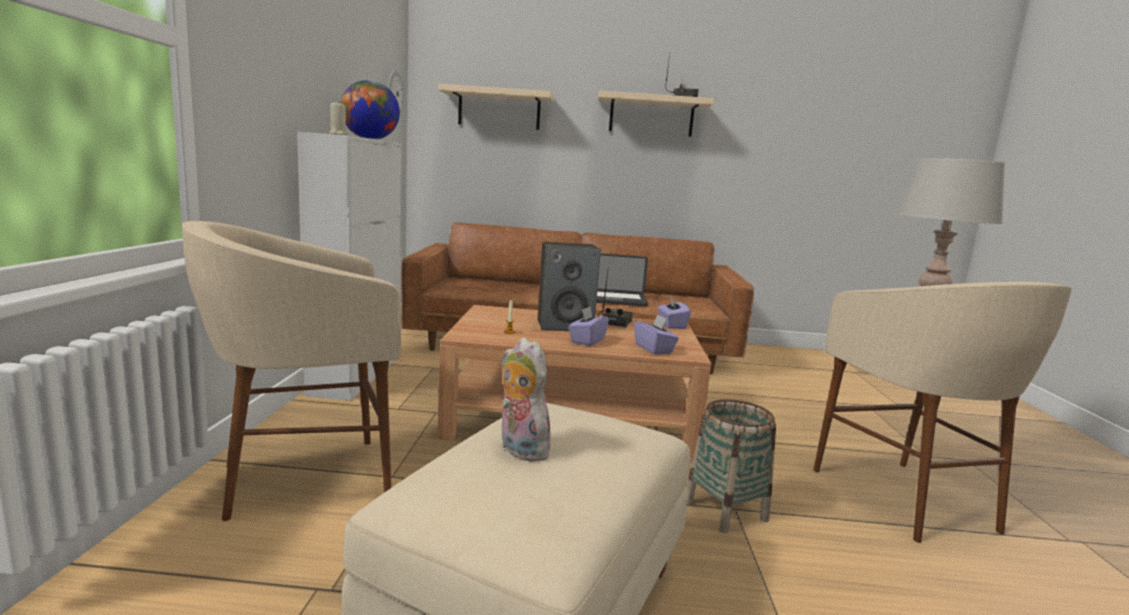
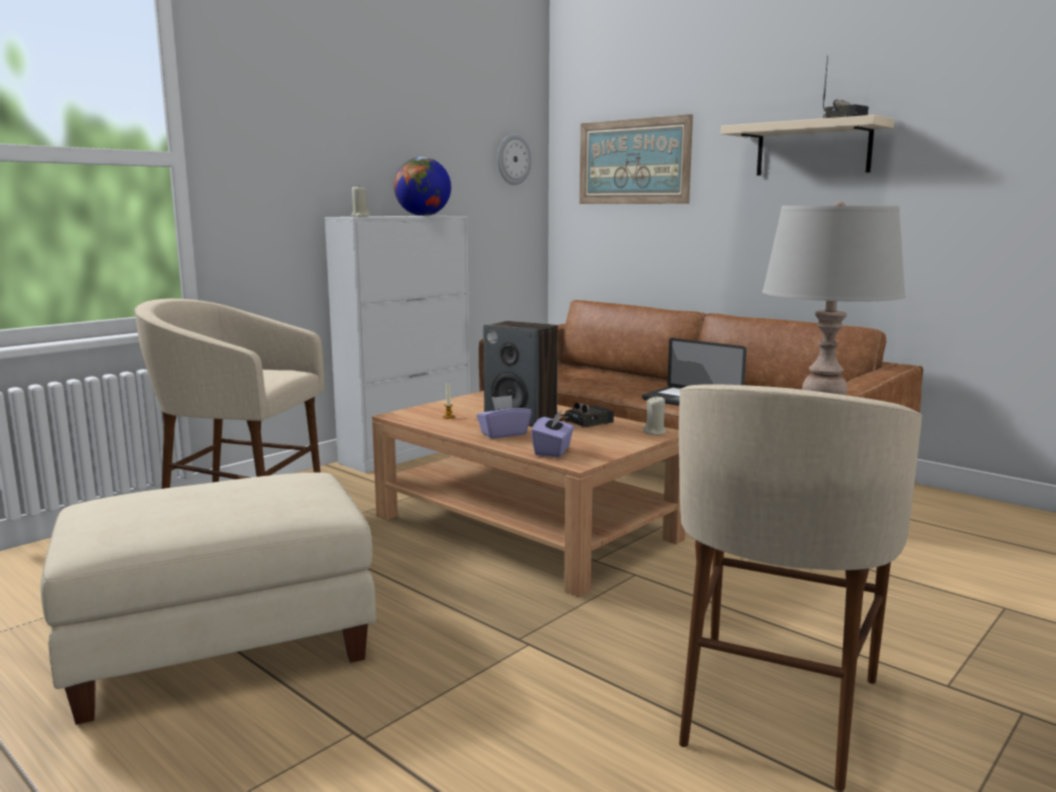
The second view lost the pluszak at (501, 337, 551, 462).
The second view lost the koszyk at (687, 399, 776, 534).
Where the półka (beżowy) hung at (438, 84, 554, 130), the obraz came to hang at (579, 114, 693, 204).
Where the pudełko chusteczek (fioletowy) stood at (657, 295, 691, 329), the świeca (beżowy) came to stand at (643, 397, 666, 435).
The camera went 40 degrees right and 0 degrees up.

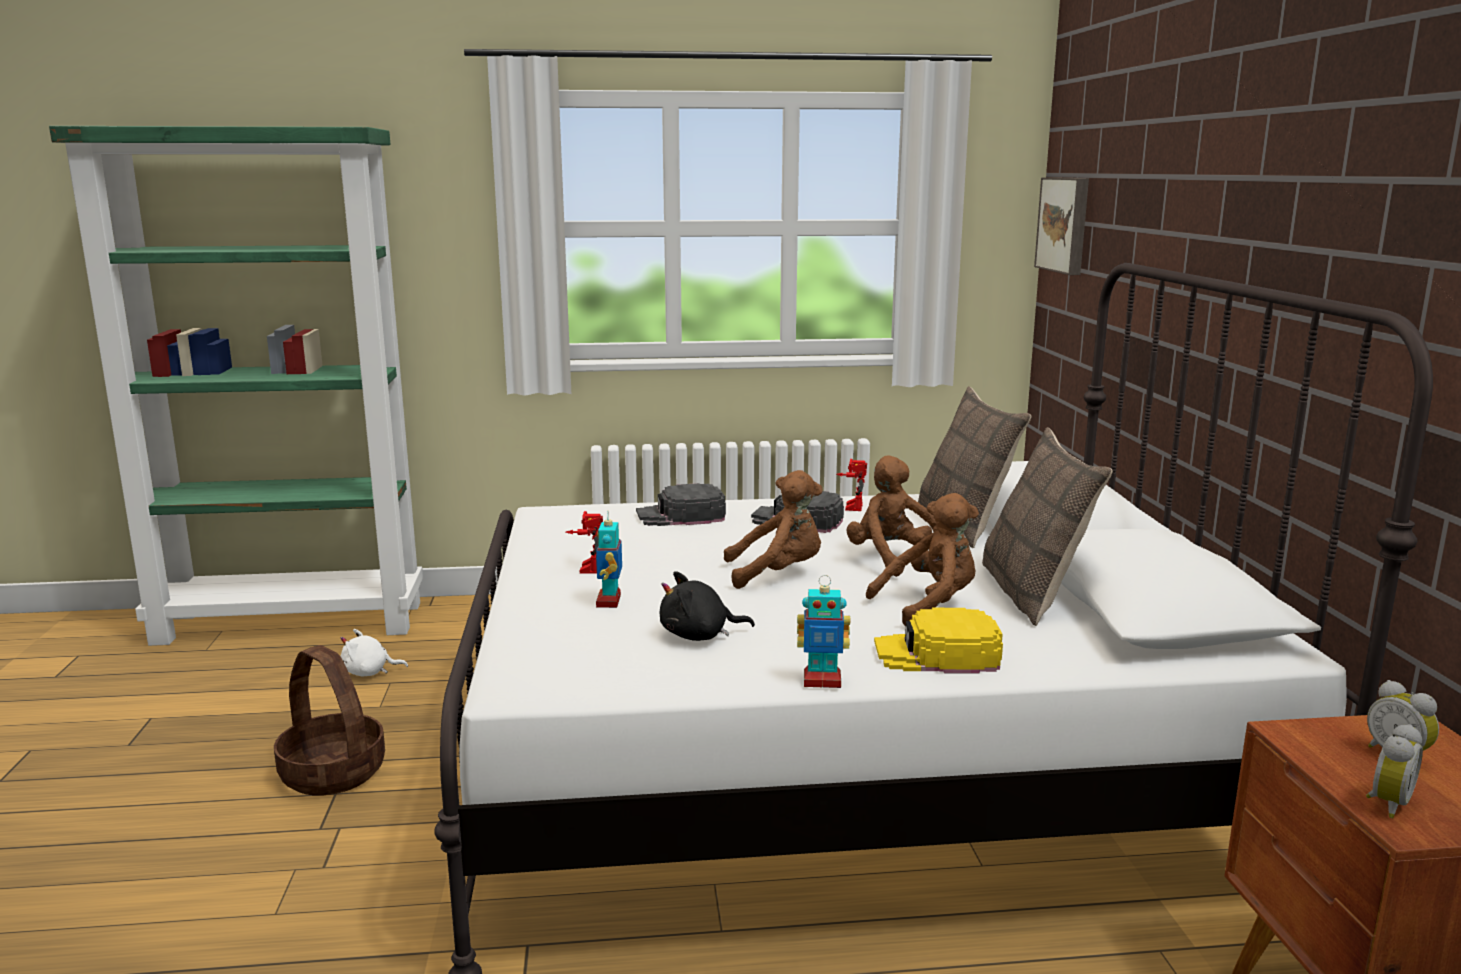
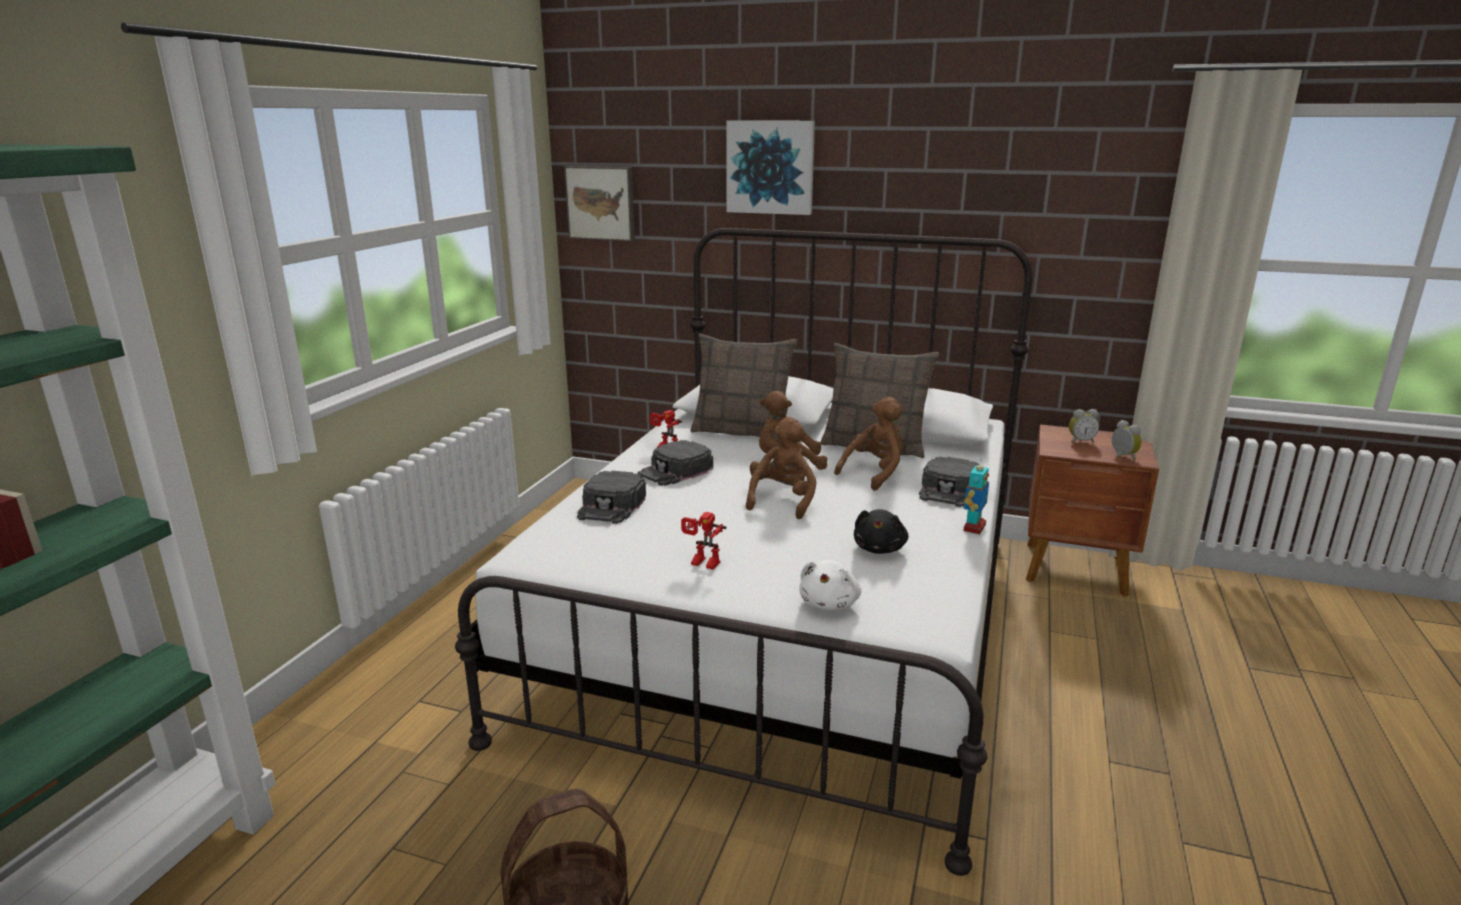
The second view lost the robot zabawkowy at (596, 511, 622, 608).
The second view gained the obraz at (726, 121, 815, 215).
The pluszak (biały) ended up elsewhere, having gone from (340, 629, 408, 676) to (799, 560, 861, 611).
What was the czapka z daszkiem (żółty) at (874, 608, 1003, 674) turned into the czapka z daszkiem (czarny) at (919, 456, 979, 507).
The pluszak (brązowy) at (866, 493, 979, 627) ended up facing another way, 45 degrees clockwise from before.
The camera went 65 degrees left and 5 degrees up.

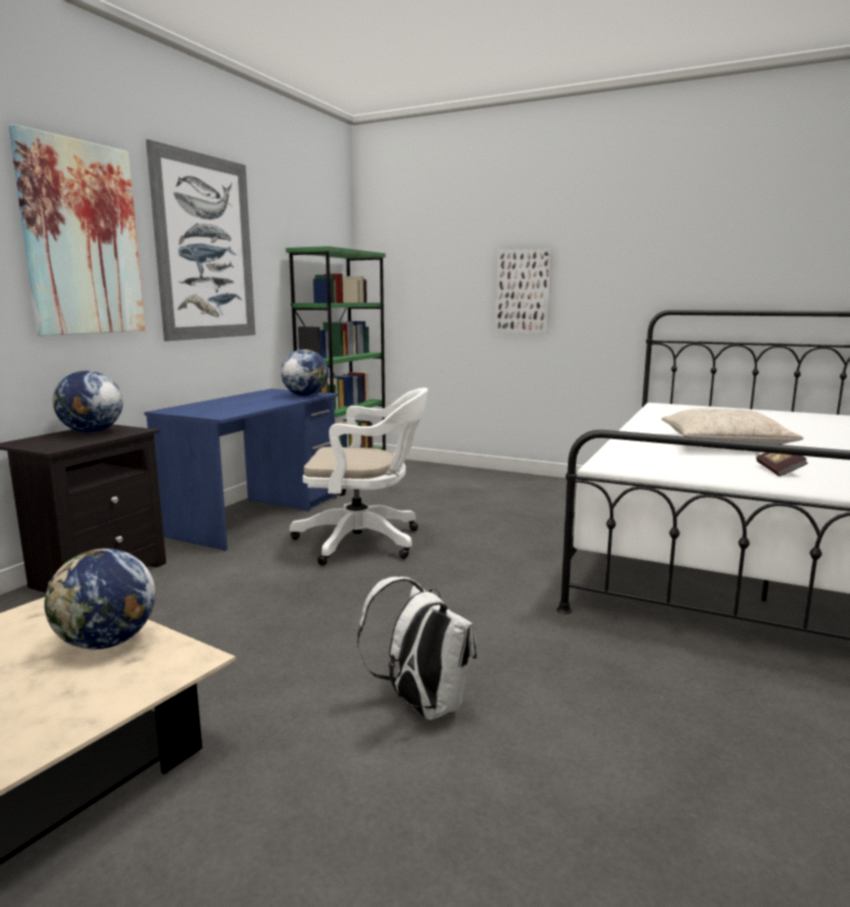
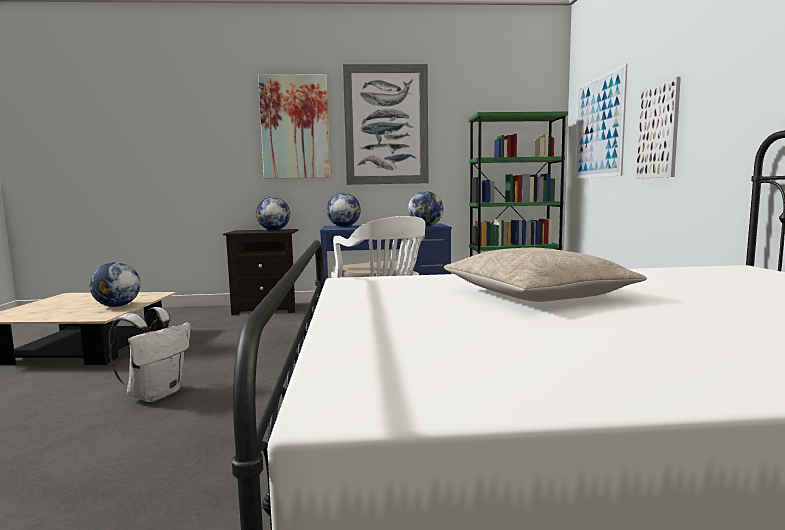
The second view lost the książka at (756, 452, 808, 476).
The second view gained the globus at (327, 193, 361, 227).
The second view gained the obraz at (575, 63, 627, 179).
The camera went 60 degrees right and 5 degrees down.

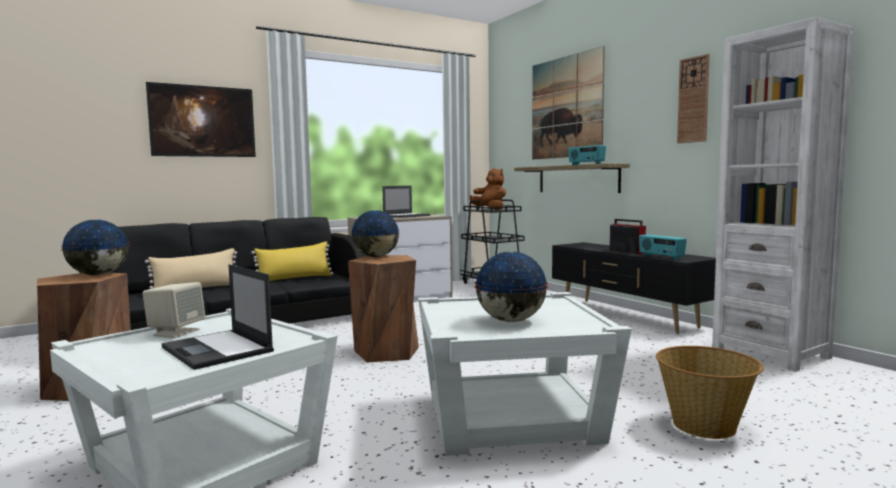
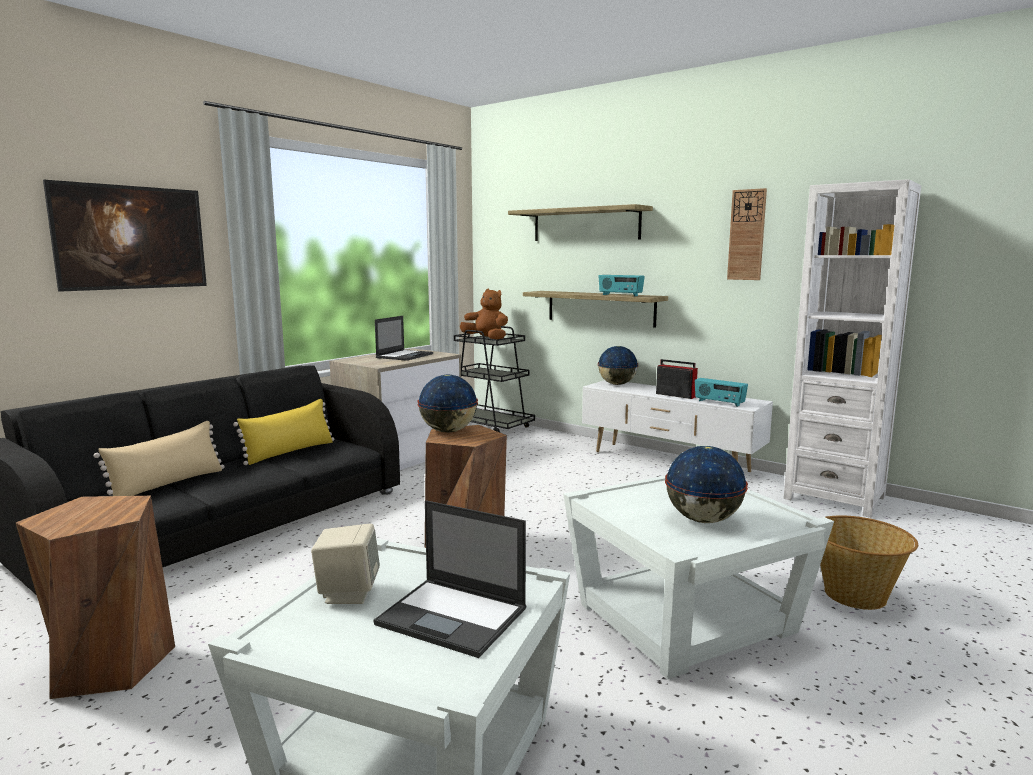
The globus ended up elsewhere, having gone from (61, 220, 130, 275) to (598, 346, 638, 385).
Where the obraz hung at (532, 46, 605, 159), the półka came to hang at (508, 204, 653, 241).
What was the szafka pod telewizor (czarny) at (552, 242, 716, 334) turned into the szafka pod telewizor (biały) at (582, 380, 773, 472).
The camera went 20 degrees left and 5 degrees up.

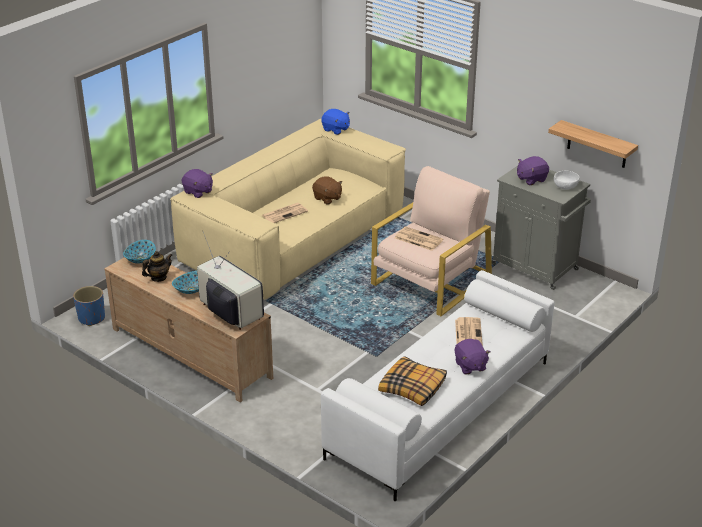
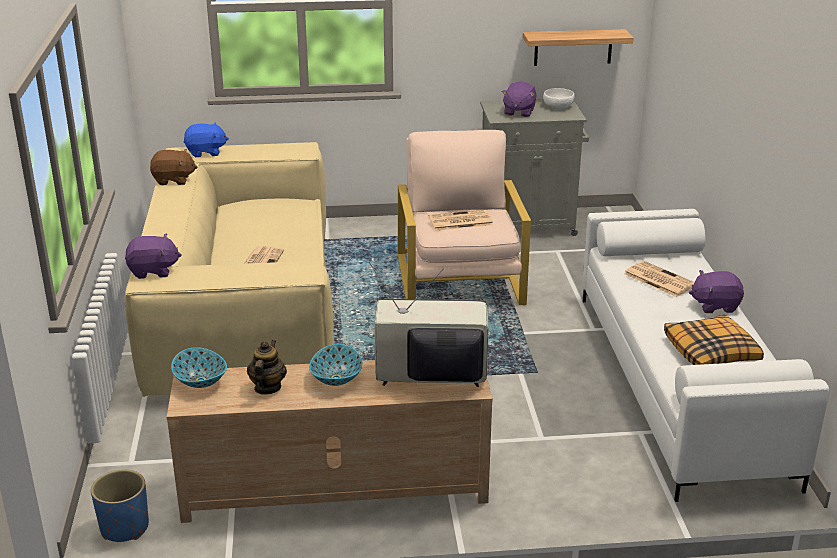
The pluszak (brązowy) ended up elsewhere, having gone from (312, 176, 342, 204) to (150, 149, 197, 185).
The pluszak (fioletowy) at (455, 339, 490, 375) ended up facing another way, 150 degrees clockwise from before.
The camera went 45 degrees left and 5 degrees down.

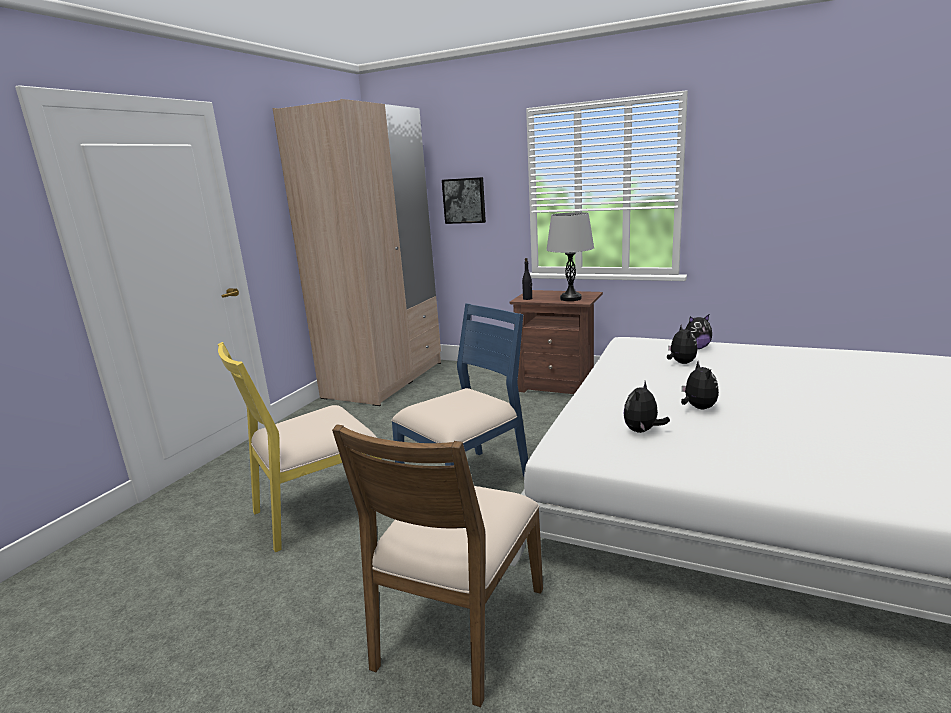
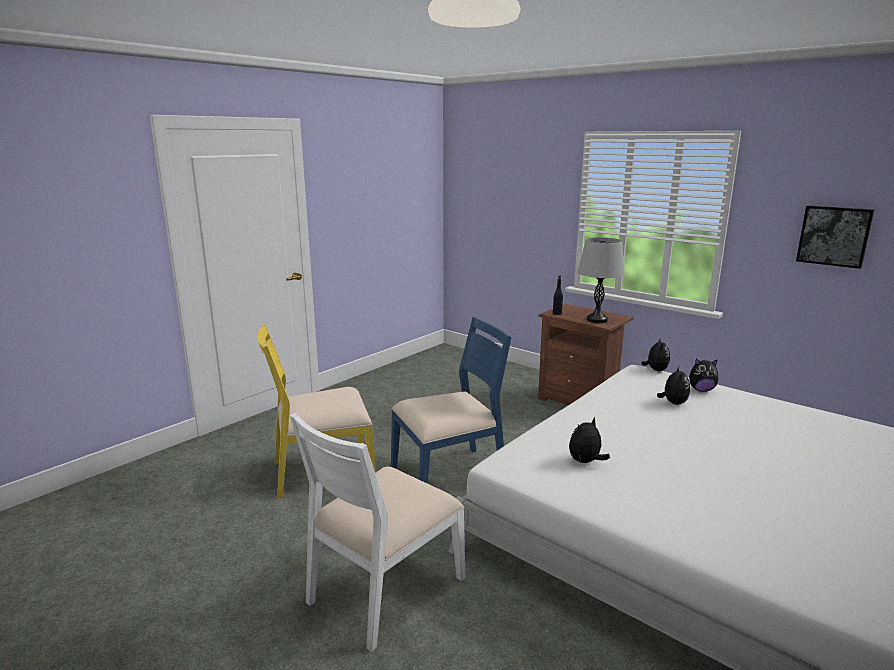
The second view lost the szafa (beżowy) at (272, 99, 441, 406).
The obraz ended up elsewhere, having gone from (442, 177, 486, 224) to (796, 205, 874, 269).
The pluszak ended up elsewhere, having gone from (681, 362, 719, 409) to (642, 338, 670, 371).
What was the krzesło (brązowy) at (332, 425, 543, 708) turned into the krzesło (biały) at (290, 412, 465, 652).
The camera went 15 degrees right and 0 degrees up.

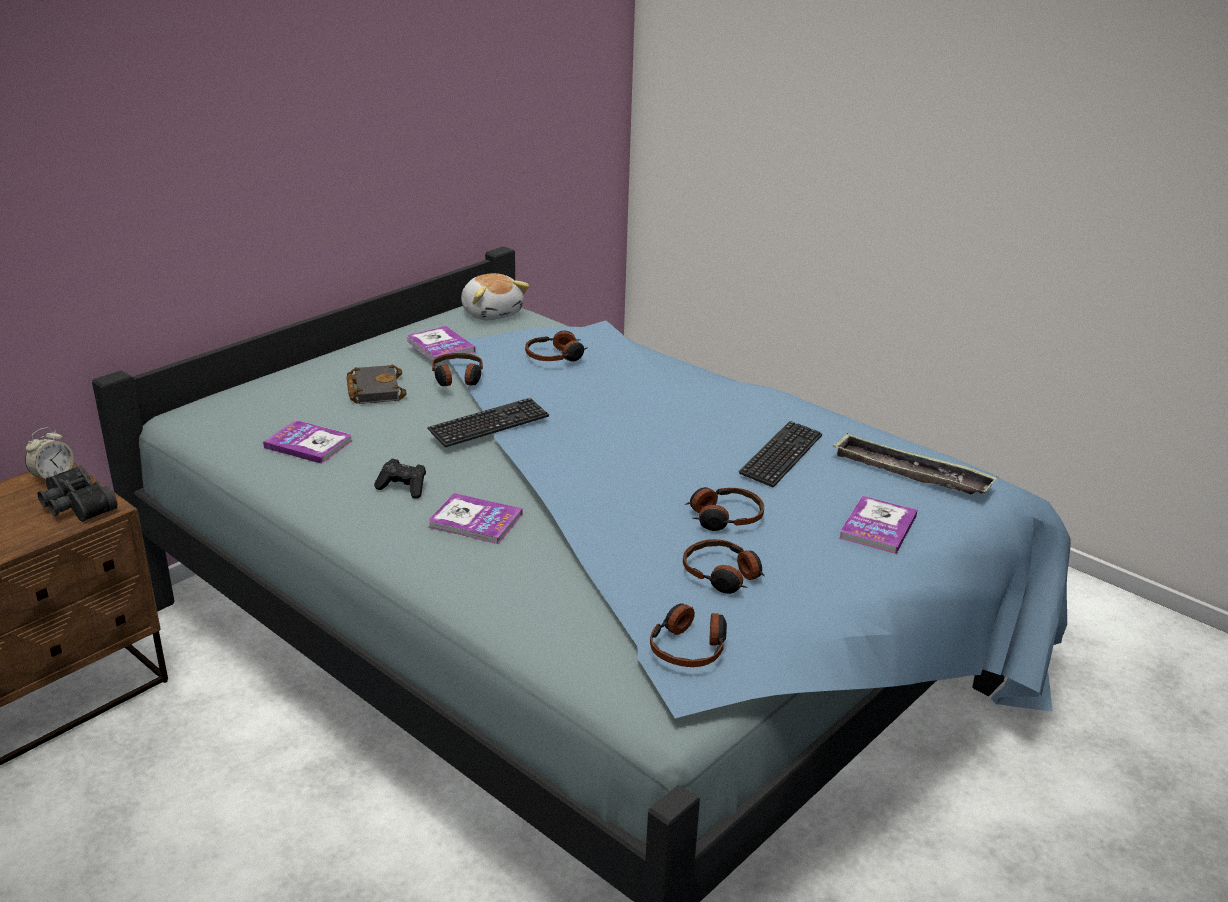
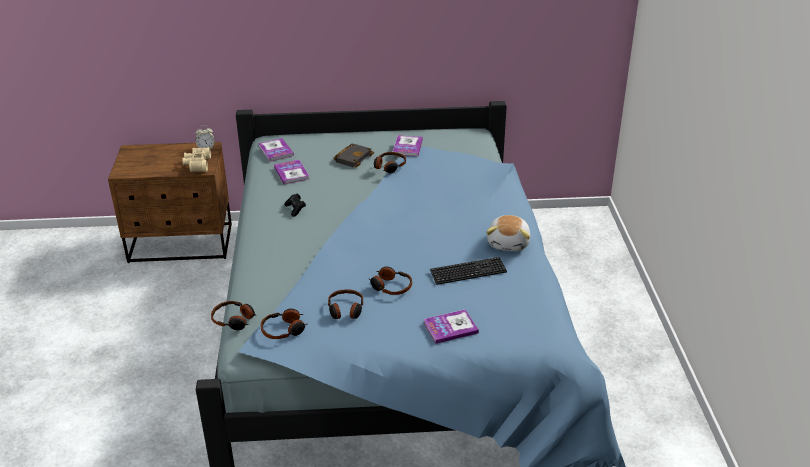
The second view lost the klawiatura at (427, 398, 549, 448).
The second view lost the taca at (833, 433, 997, 495).
The książka ended up elsewhere, having gone from (428, 493, 523, 544) to (258, 138, 294, 162).
The pluszak ended up elsewhere, having gone from (461, 273, 529, 320) to (486, 215, 531, 251).
The słuchawki ended up elsewhere, having gone from (525, 330, 588, 362) to (211, 301, 257, 330).
What was the lornetka (czarny) at (37, 466, 118, 522) turned into the lornetka (beżowy) at (182, 147, 211, 172).
The camera went 45 degrees right and 5 degrees up.

